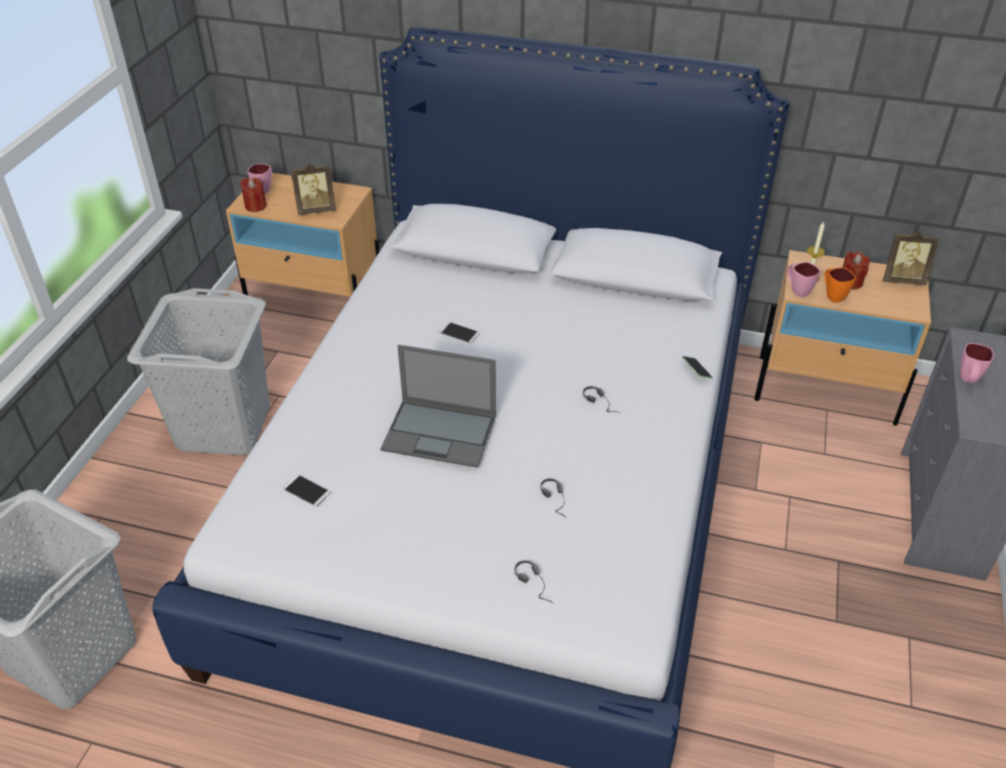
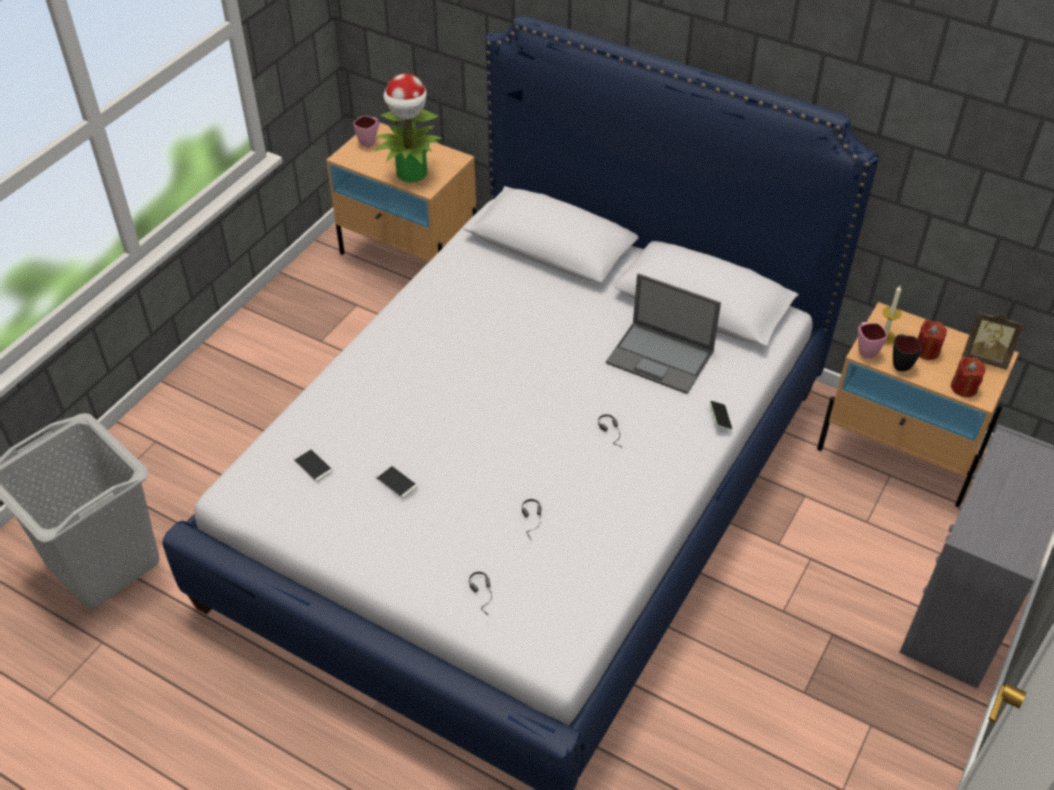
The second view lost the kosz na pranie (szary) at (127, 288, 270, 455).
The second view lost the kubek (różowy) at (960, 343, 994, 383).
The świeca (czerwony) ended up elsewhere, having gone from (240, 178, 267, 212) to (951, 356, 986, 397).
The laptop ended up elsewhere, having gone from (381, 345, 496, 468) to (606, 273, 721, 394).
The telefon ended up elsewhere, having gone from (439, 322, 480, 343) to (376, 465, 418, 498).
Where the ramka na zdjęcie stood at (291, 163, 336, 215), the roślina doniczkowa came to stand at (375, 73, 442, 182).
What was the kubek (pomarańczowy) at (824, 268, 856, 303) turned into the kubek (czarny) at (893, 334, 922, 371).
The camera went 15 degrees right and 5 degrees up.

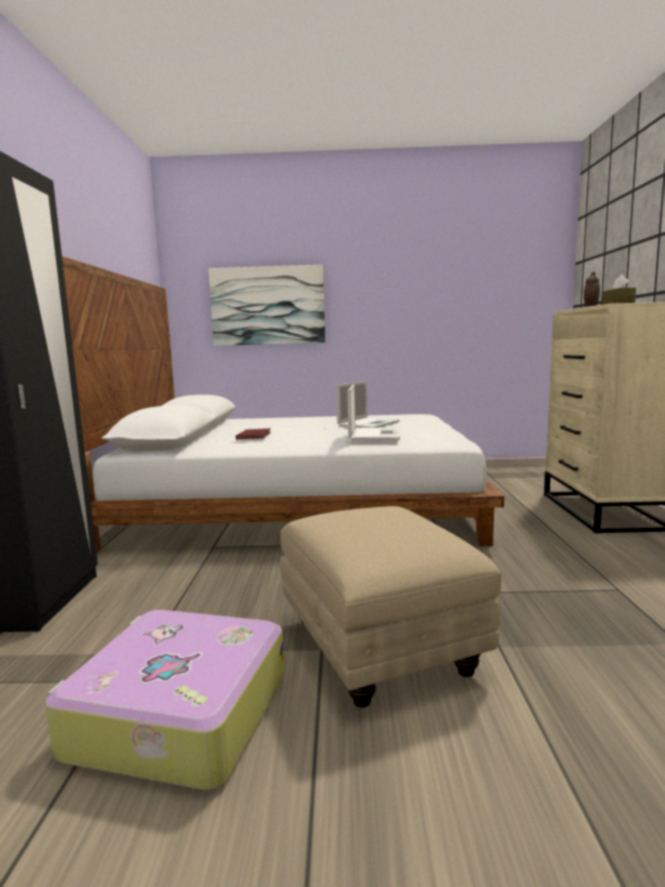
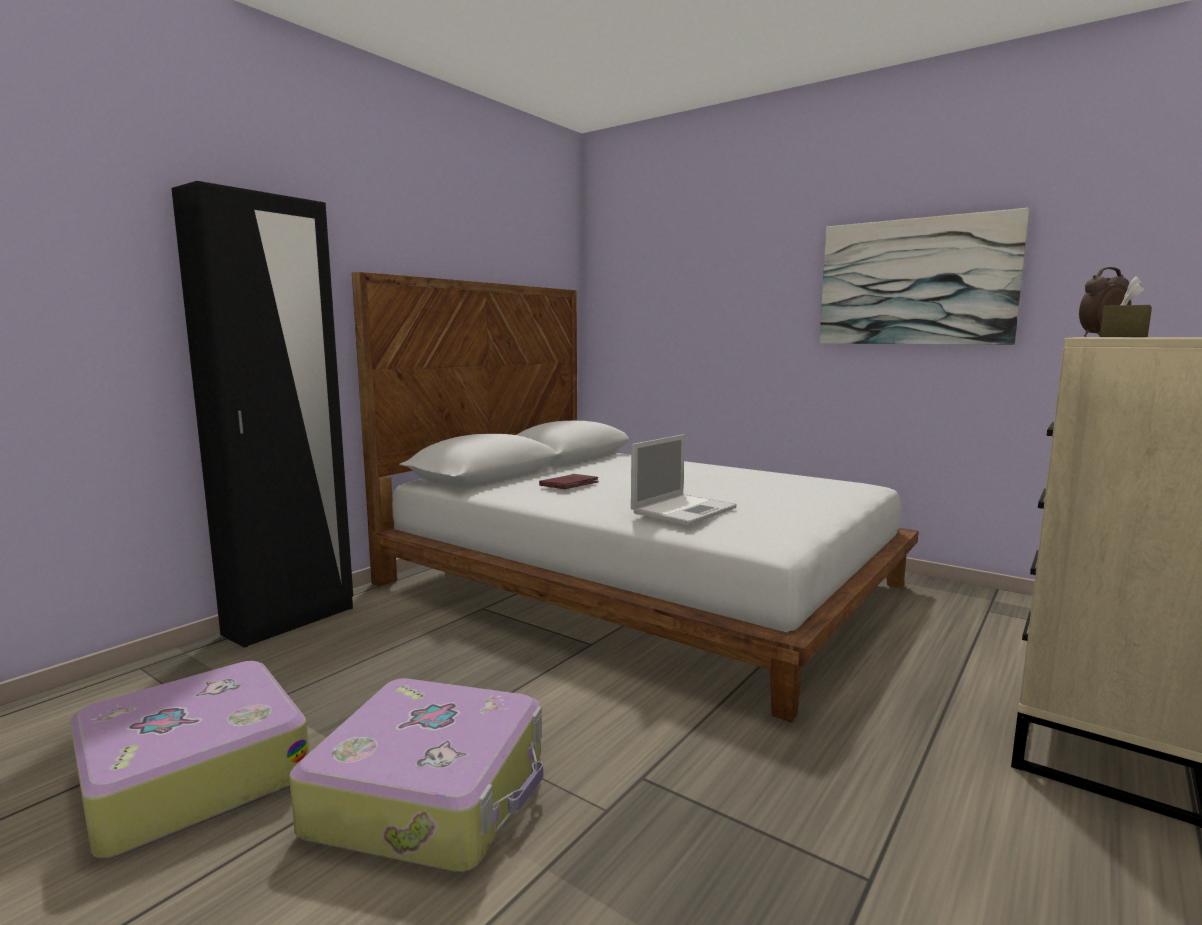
The second view lost the laptop at (336, 381, 399, 428).
The obraz ended up elsewhere, having gone from (208, 265, 325, 346) to (819, 208, 1030, 345).
Where the pufa (beżowy) stood at (280, 506, 501, 708), the walizka came to stand at (289, 678, 543, 872).
The camera went 35 degrees right and 0 degrees up.

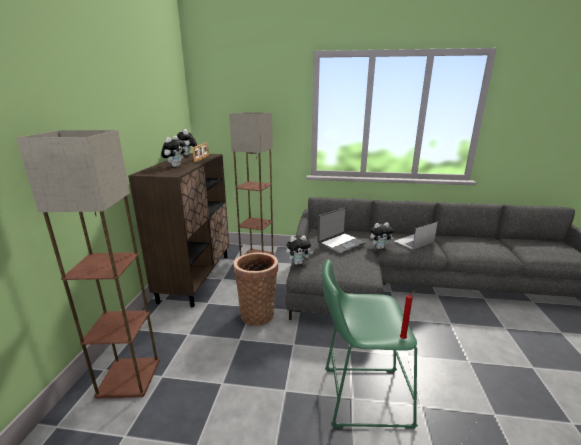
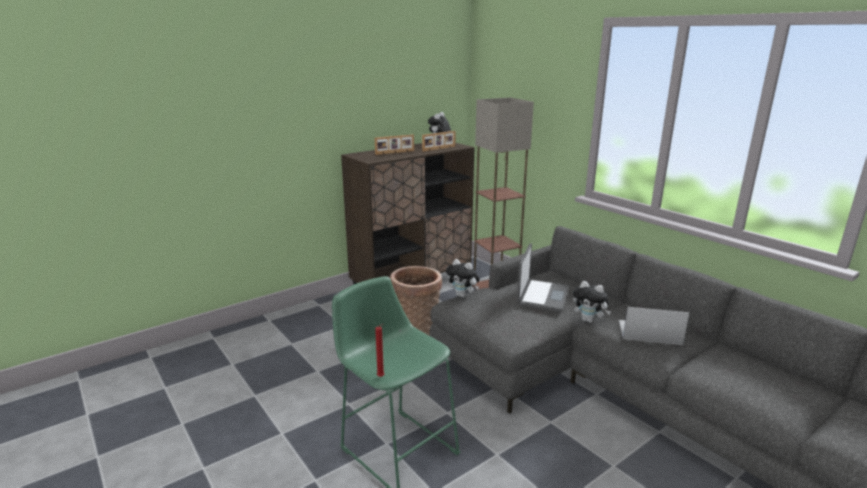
The second view lost the lampa stojąca at (16, 130, 160, 399).
Where the pluszak stood at (161, 136, 185, 167), the ramka na zdjęcie came to stand at (375, 135, 414, 155).
The laptop at (317, 207, 366, 255) ended up facing another way, 75 degrees counterclockwise from before.
The camera went 45 degrees right and 0 degrees up.

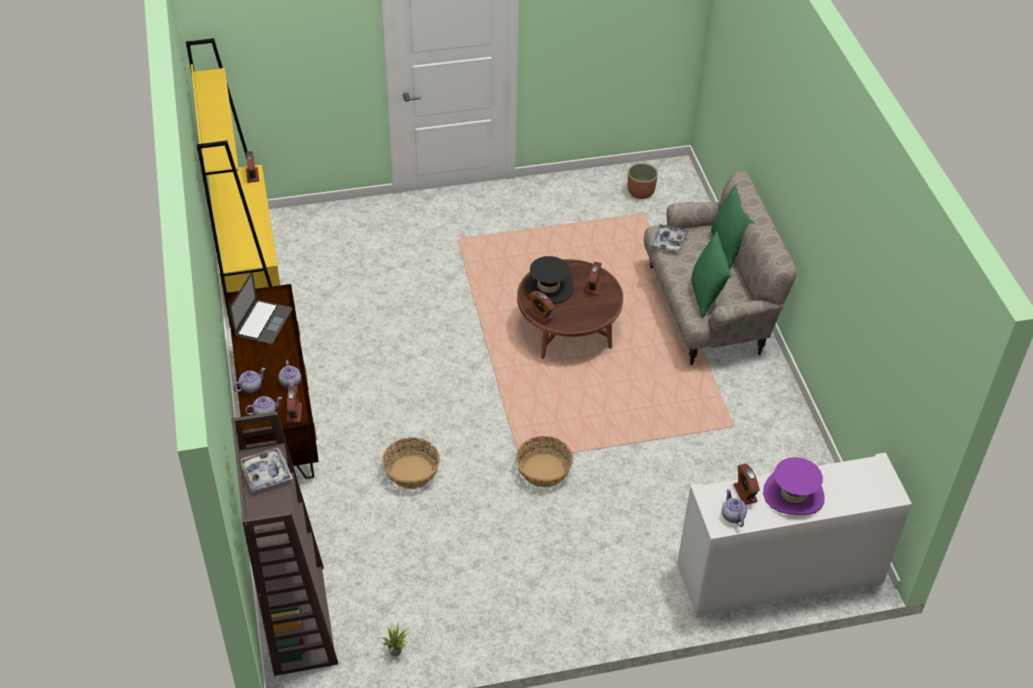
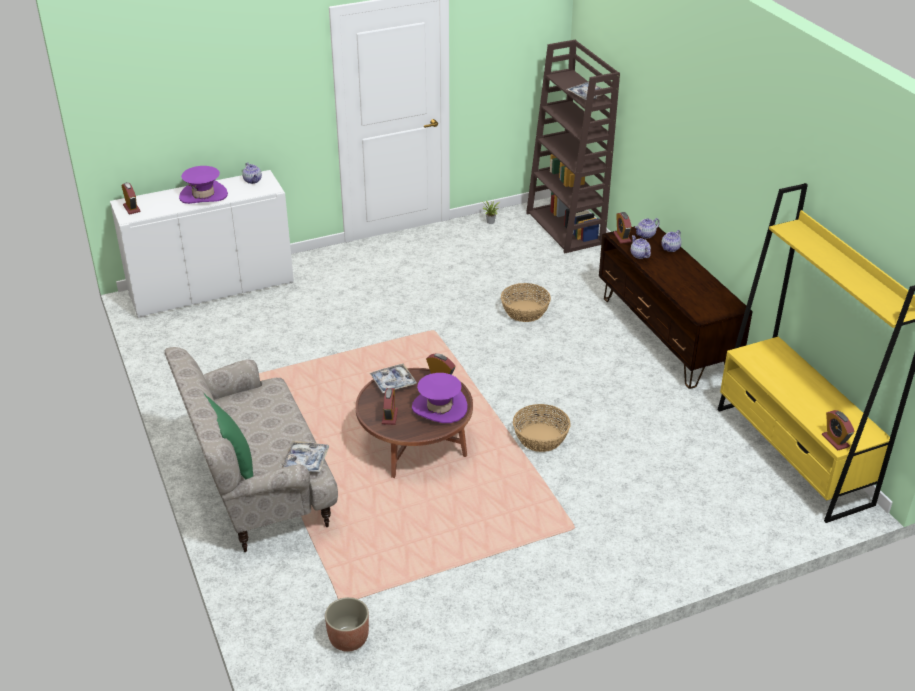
The second view lost the laptop at (230, 272, 292, 344).
The second view lost the poduszka (zielony) at (692, 231, 731, 318).
The second view gained the taca at (369, 363, 417, 393).
The koszyk ended up elsewhere, having gone from (516, 436, 573, 488) to (513, 404, 571, 452).
The budzik ended up elsewhere, having gone from (733, 464, 760, 505) to (121, 182, 141, 215).
What was the kapelusz (czarny) at (524, 256, 574, 304) turned into the kapelusz (fioletowy) at (412, 373, 468, 423).
The camera went 170 degrees right and 10 degrees down.

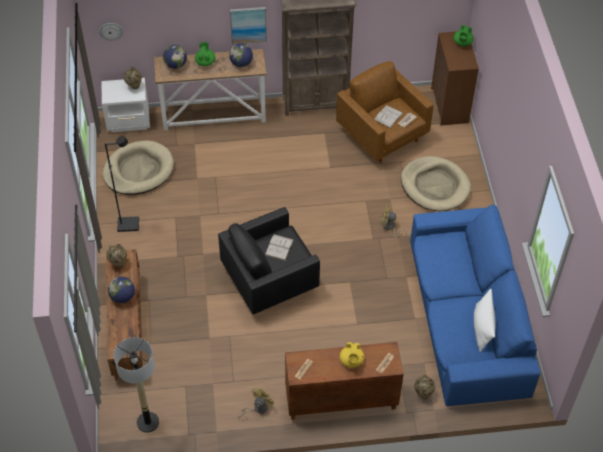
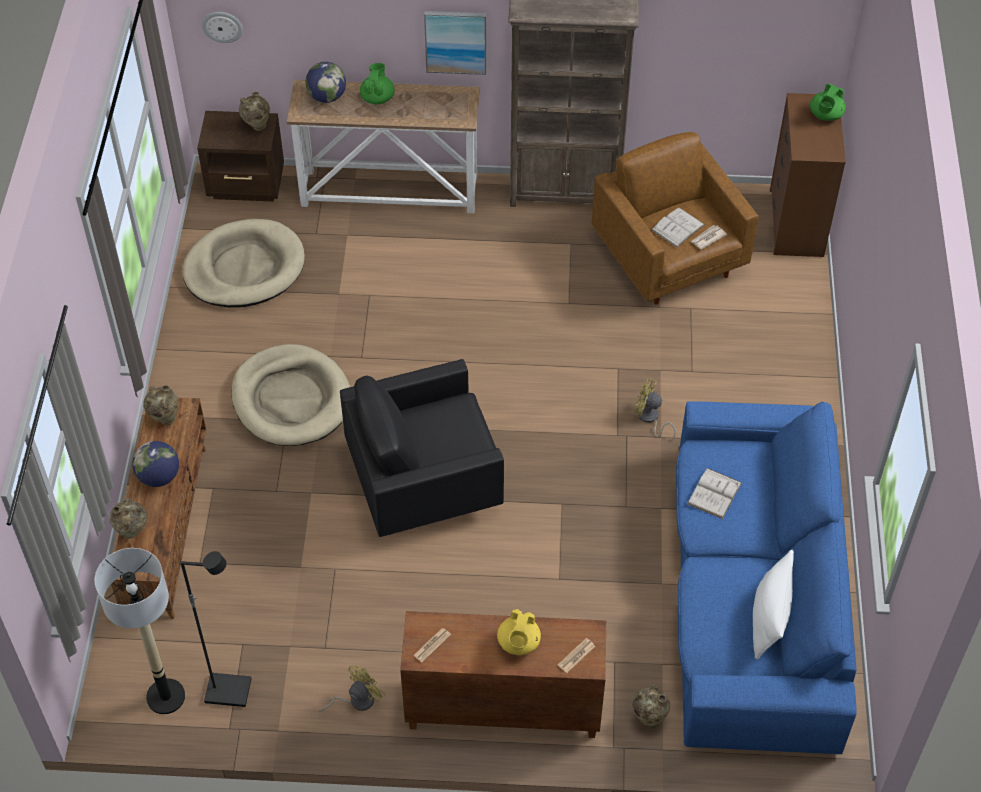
The second view lost the globus at (229, 43, 253, 67).
The second view gained the wazon (beżowy) at (110, 498, 147, 538).
The lampa stojąca (czarny) ended up elsewhere, having gone from (105, 136, 139, 232) to (180, 551, 252, 707).
The książka (biały) ended up elsewhere, having gone from (265, 234, 294, 261) to (687, 468, 742, 519).
The legowisko (beżowy) ended up elsewhere, having gone from (401, 156, 471, 211) to (231, 344, 350, 446).
What was the szafka nocna (biały) at (102, 78, 150, 132) turned into the szafka nocna (brązowy) at (197, 111, 284, 202).
The camera went 10 degrees right and 0 degrees up.

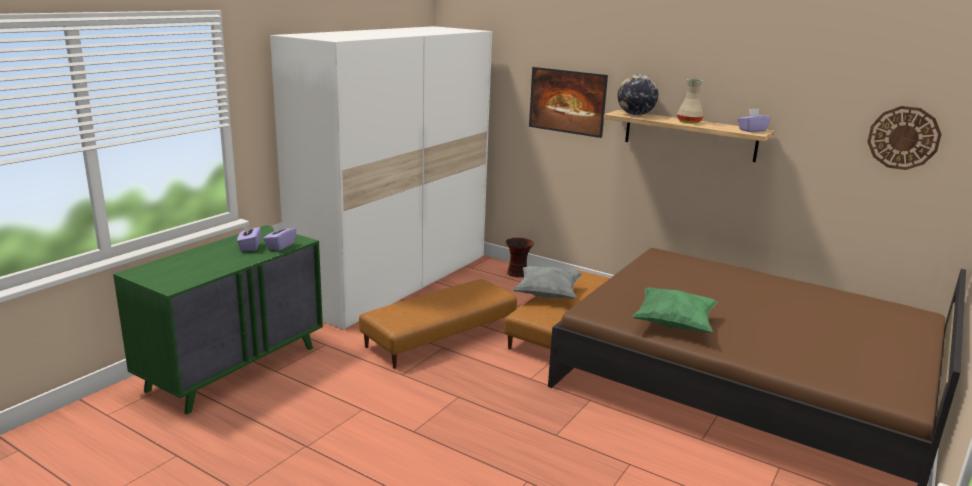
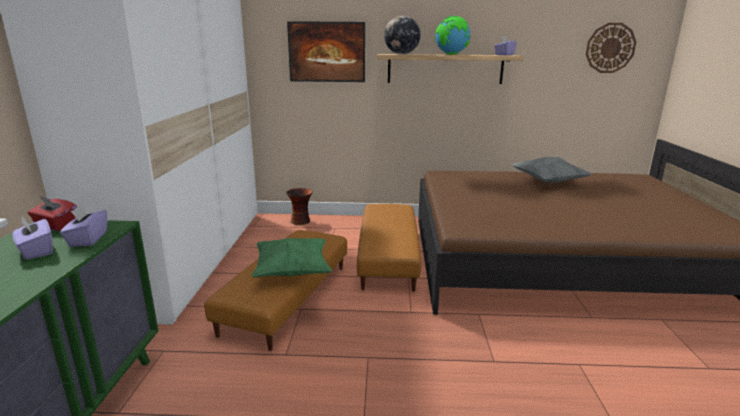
The second view gained the pudełko chusteczek (czerwony) at (27, 196, 77, 231).
The poduszka (szary) ended up elsewhere, having gone from (513, 266, 582, 299) to (512, 157, 592, 183).
The poduszka (zielony) ended up elsewhere, having gone from (632, 287, 718, 333) to (251, 238, 332, 278).
Where the wazon (beżowy) stood at (677, 79, 704, 123), the globus came to stand at (435, 16, 471, 55).
The camera went 30 degrees left and 0 degrees up.

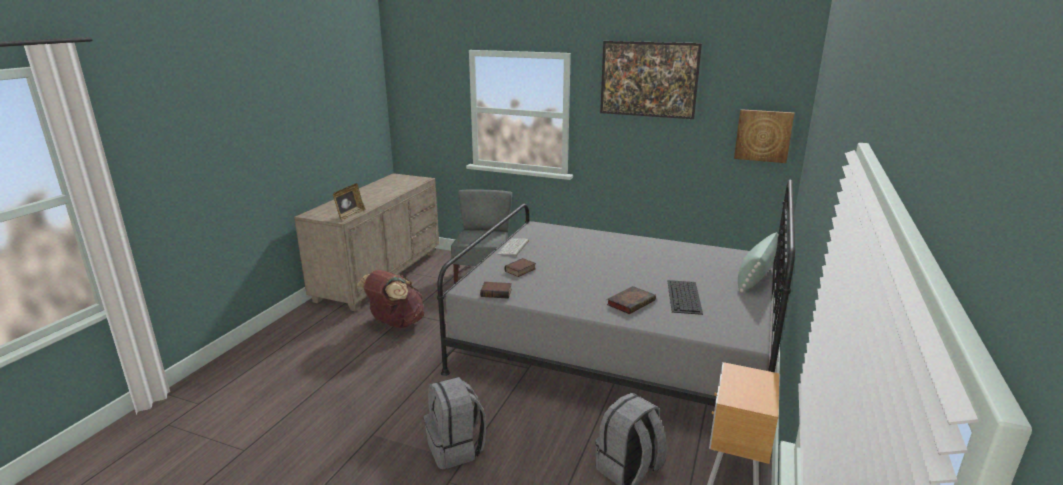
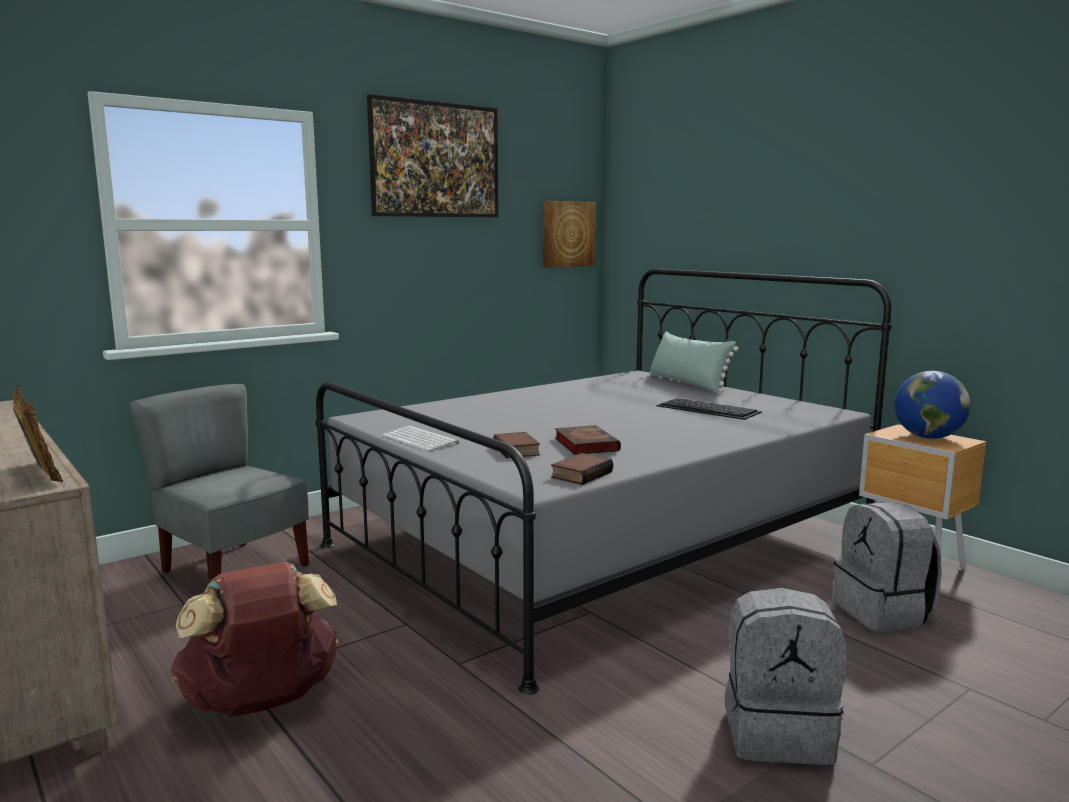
The second view gained the globus at (894, 371, 970, 439).
The książka ended up elsewhere, having gone from (606, 286, 656, 314) to (555, 425, 621, 455).
The camera went 60 degrees left and 10 degrees down.

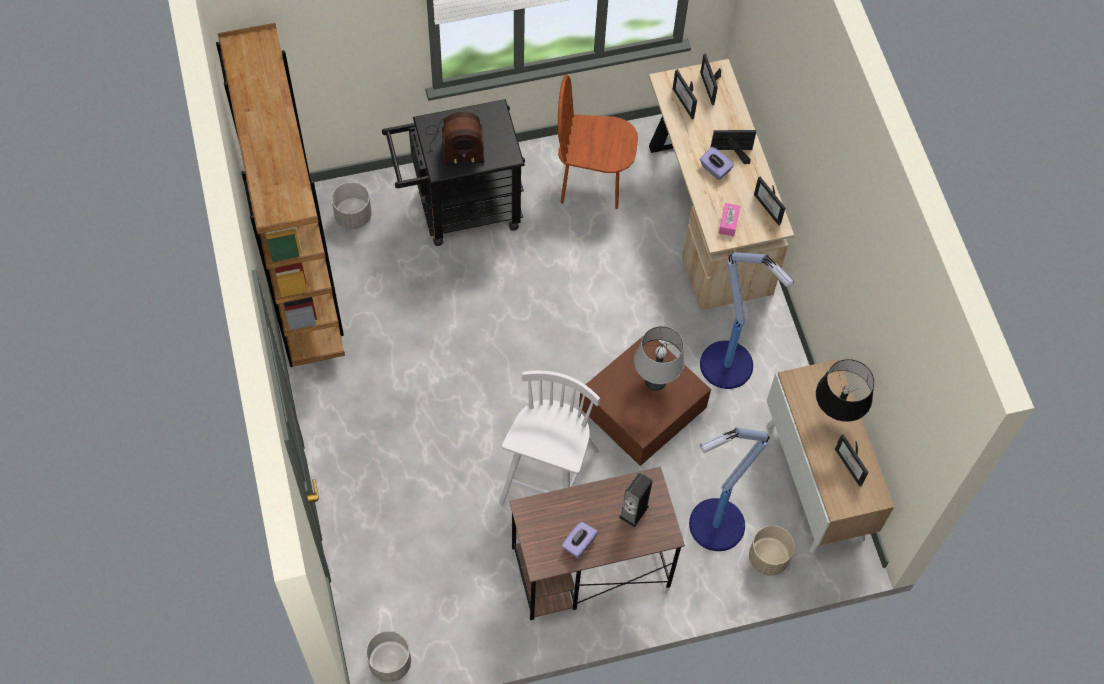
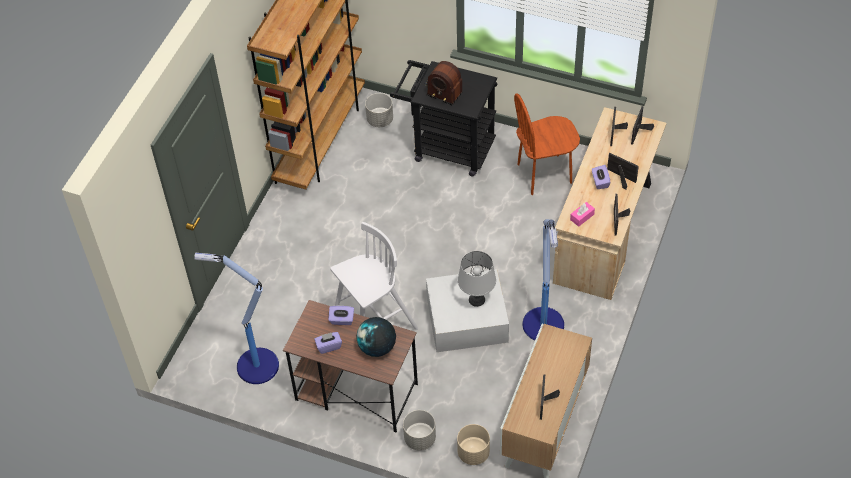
The second view lost the lampa stołowa (czarny) at (816, 359, 874, 422).
The second view gained the pudełko chusteczek (fioletowy) at (328, 306, 354, 325).
The donica (szary) ended up elsewhere, having gone from (366, 631, 411, 682) to (403, 410, 436, 451).
The lampa stojąca ended up elsewhere, having gone from (689, 428, 769, 551) to (194, 253, 279, 384).
Where the głośnik stood at (619, 472, 653, 528), the globus came to stand at (356, 317, 396, 357).
What was the pojemnik do przechowywania (brązowy) at (579, 336, 711, 466) turned into the pojemnik do przechowywania (biały) at (426, 269, 509, 352).
The krzesło (brązowy) at (558, 75, 638, 209) ended up facing another way, 60 degrees counterclockwise from before.
The camera went 40 degrees right and 10 degrees down.

